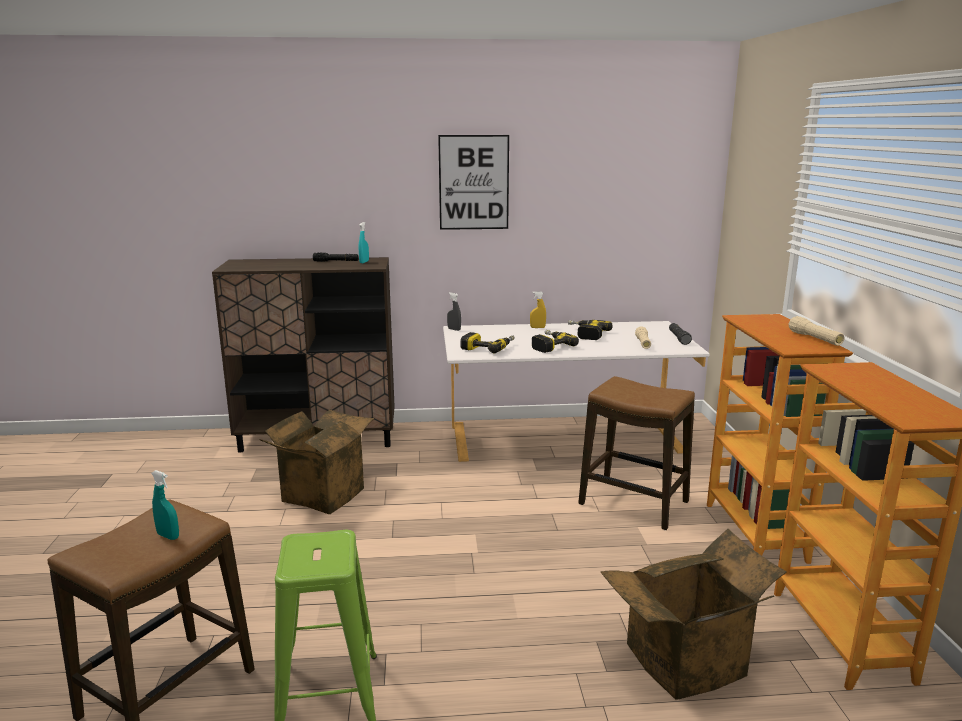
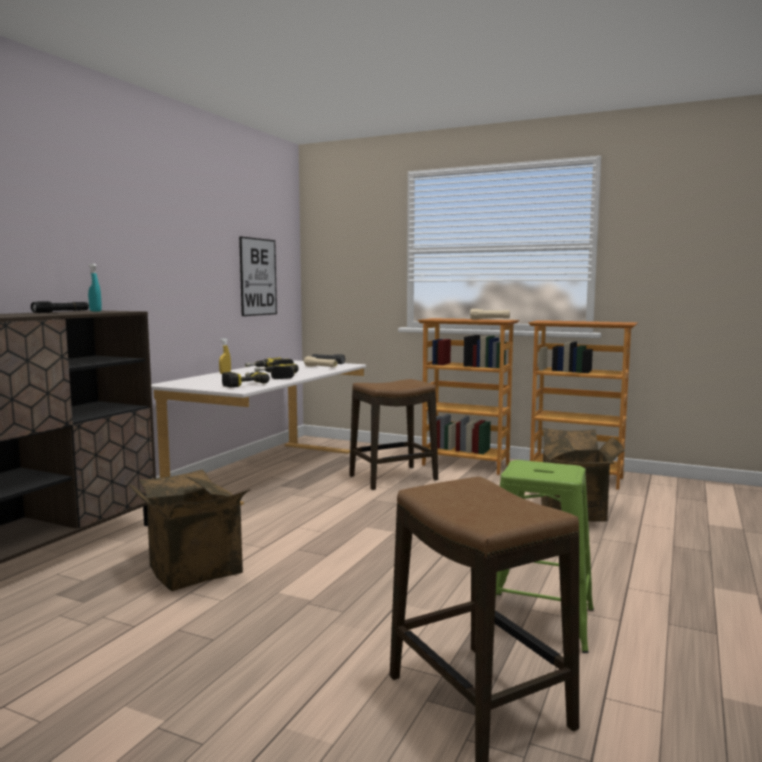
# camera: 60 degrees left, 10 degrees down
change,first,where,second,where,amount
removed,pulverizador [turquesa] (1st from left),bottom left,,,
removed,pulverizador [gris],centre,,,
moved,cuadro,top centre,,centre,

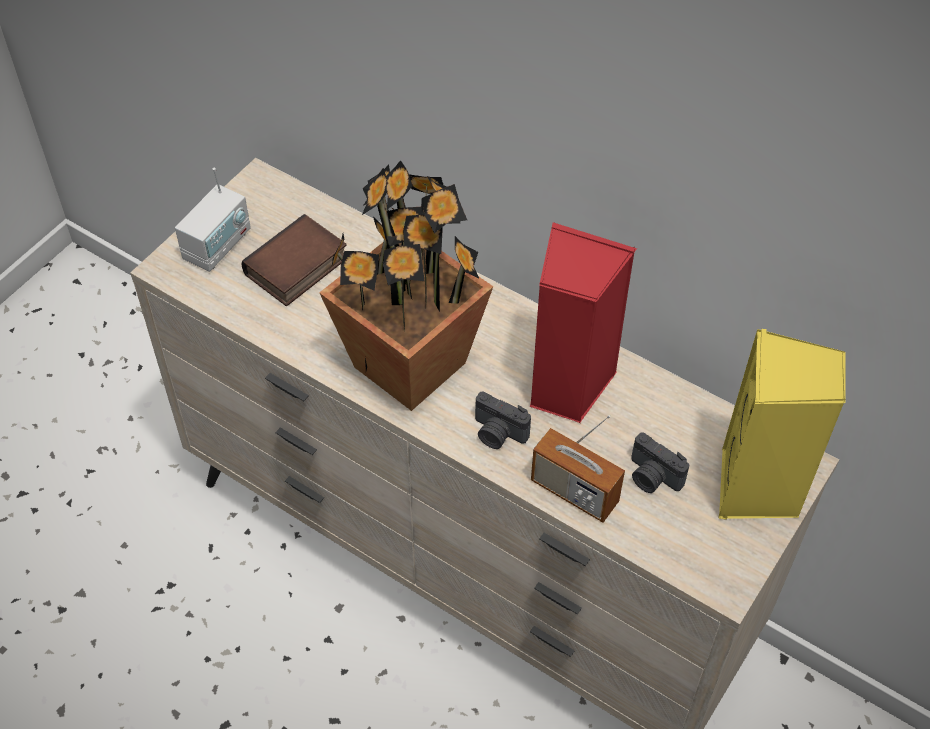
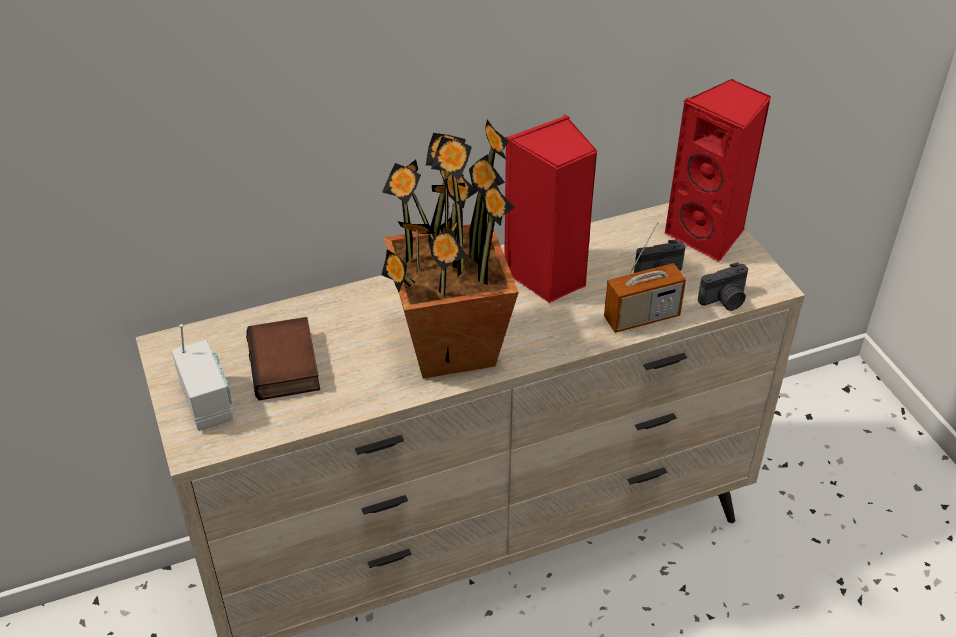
# camera: 55 degrees left, 10 degrees down
change,first,where,second,where,amount
moved,cámara (1st from left in the first image),centre,cámara (2nd from left),middle right,
recoloured,altavoz [amarillo],middle right,altavoz [rojo] (2nd from left),top right,

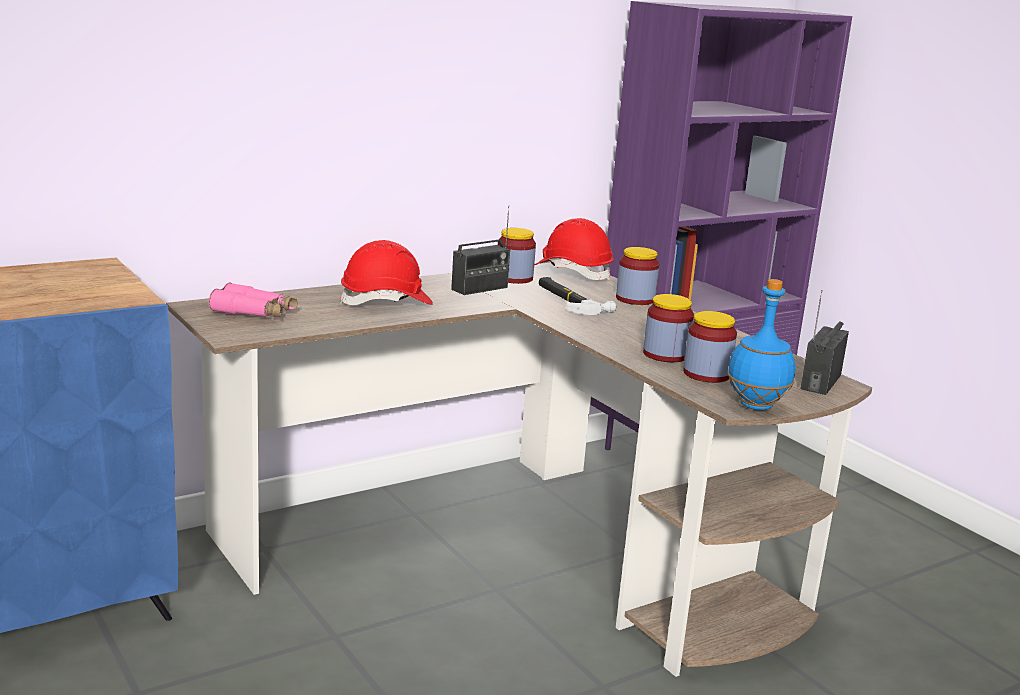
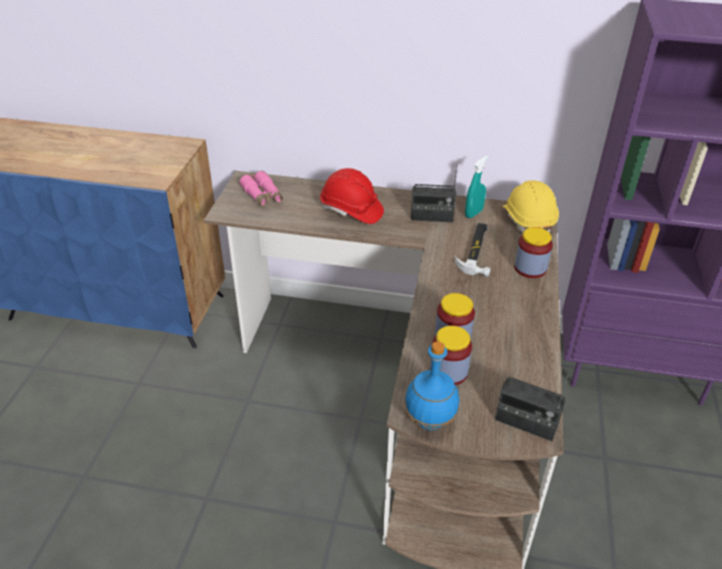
# camera: 45 degrees right, 20 degrees up
change,first,where,second,where,amount
replaced,tarro (1st from left),centre,pulverizador [turquesa],top centre,
recoloured,casco [rojo] (2nd from left),centre,casco [amarillo],middle right,
turned,radio (2nd from left),middle right,,bottom right,135 degrees counterclockwise

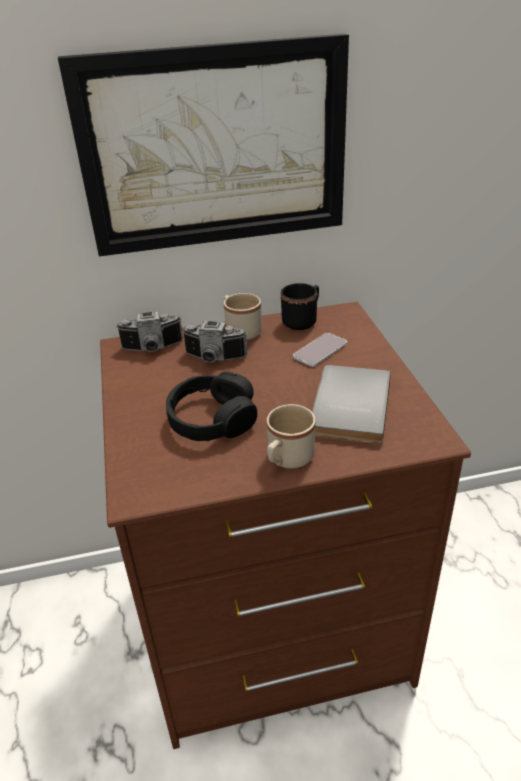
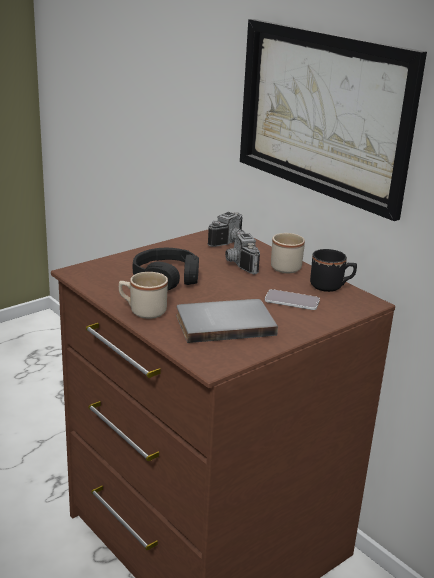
# camera: 60 degrees right, 10 degrees down
change,first,where,second,where,amount
turned,cámara (1st from left),middle left,,centre,105 degrees counterclockwise

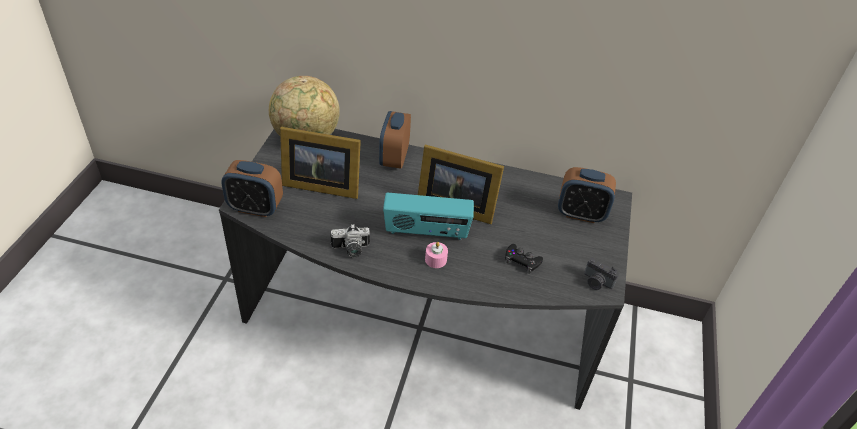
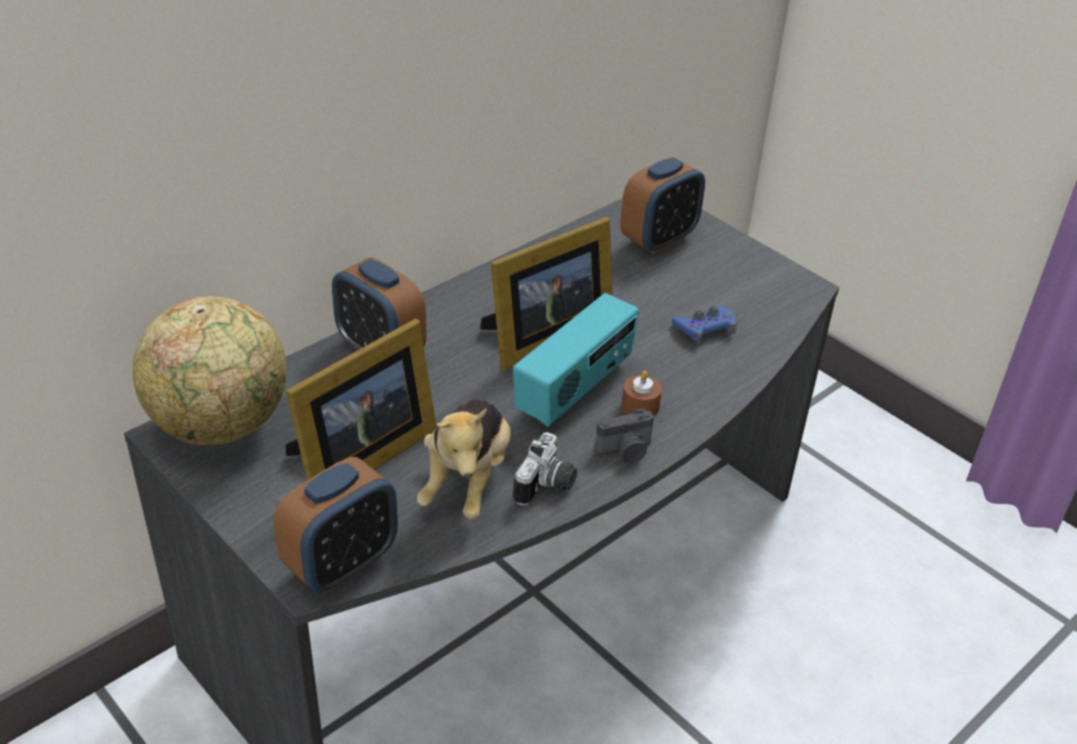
# camera: 55 degrees left, 5 degrees down
change,first,where,second,where,amount
added,,,peluche,centre,
moved,cámara (2nd from left),middle right,,centre,
recoloured,vela [rosa],centre,vela [marrón],centre,
recoloured,mando de consola [negro],centre,mando de consola [azul],centre,

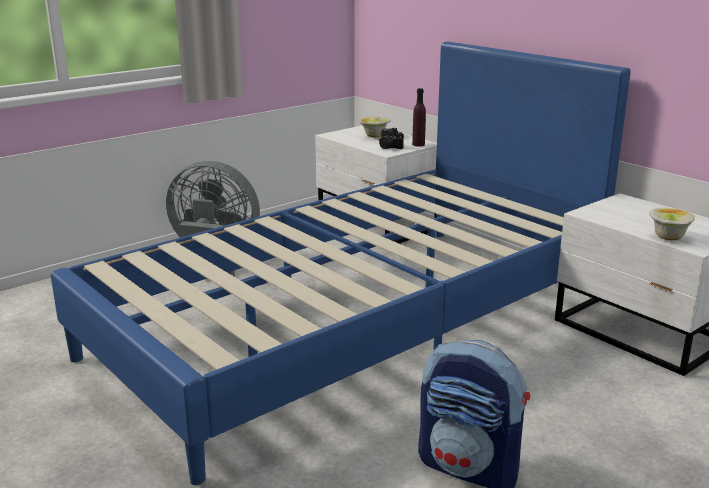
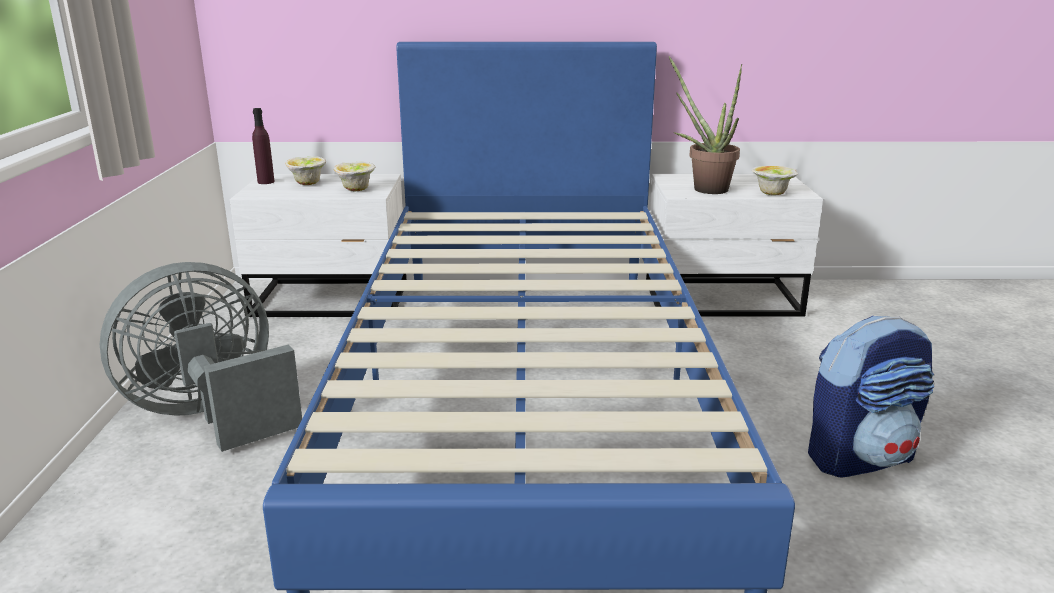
# camera: 50 degrees left, 0 degrees up
change,first,where,second,where,amount
added,,,planta en maceta,top right,
moved,botella [morado],top centre,,top left,
replaced,cámara,top centre,cuenco (2nd from left),top centre,

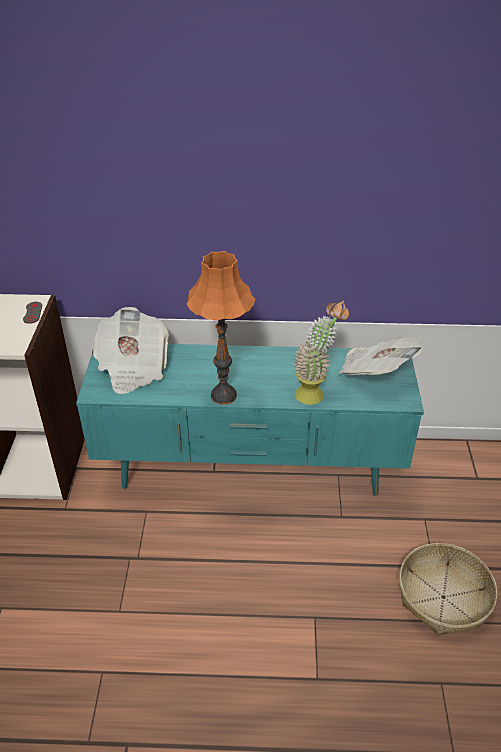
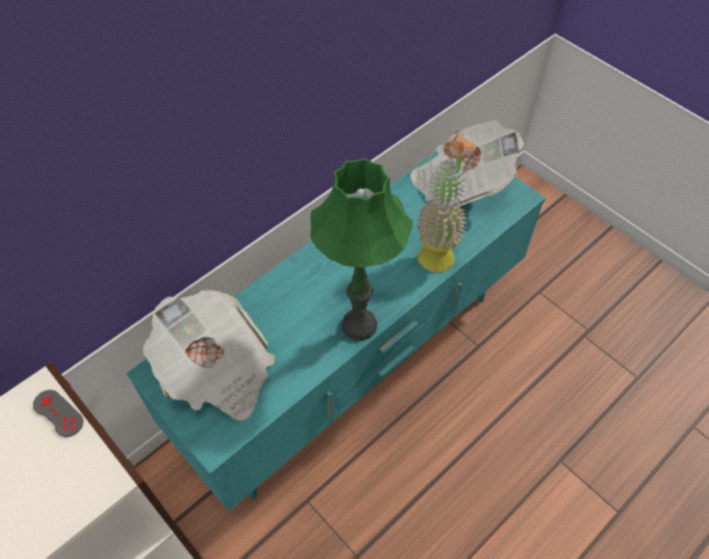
# camera: 45 degrees left, 15 degrees up
change,first,where,second,where,amount
removed,cesta,bottom right,,,
recoloured,lámpara de mesa [naranja],centre,lámpara de mesa [verde],centre,

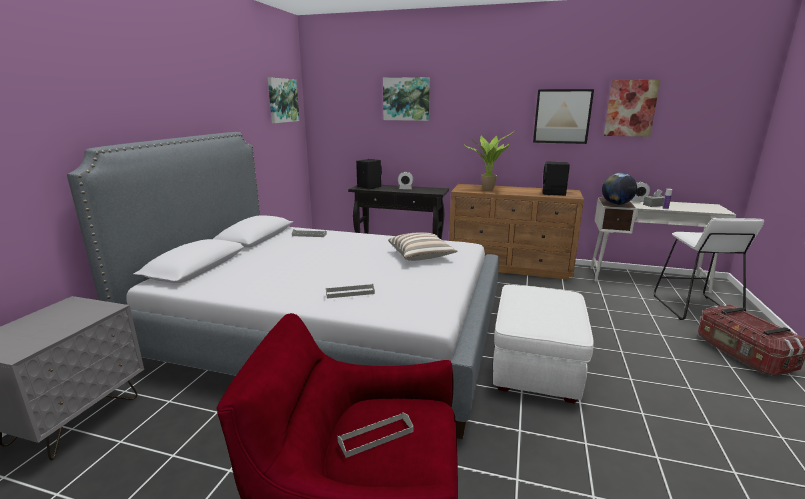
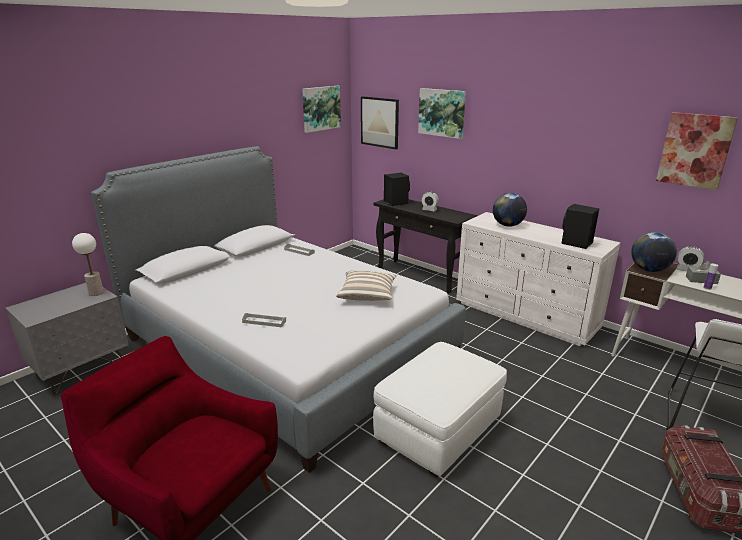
# camera: 25 degrees right, 5 degrees up
change,first,where,second,where,amount
removed,bandeja [gris] (3rd from left),bottom centre,,,
added,,,lámpara de mesa,middle left,
moved,cuadro (3rd from left in the first image),top right,cuadro (2nd from left),top centre,
replaced,planta en maceta,top centre,globo terráqueo (1st from left),middle right,
recoloured,cómoda [marrón],centre,cómoda [blanco],middle right,

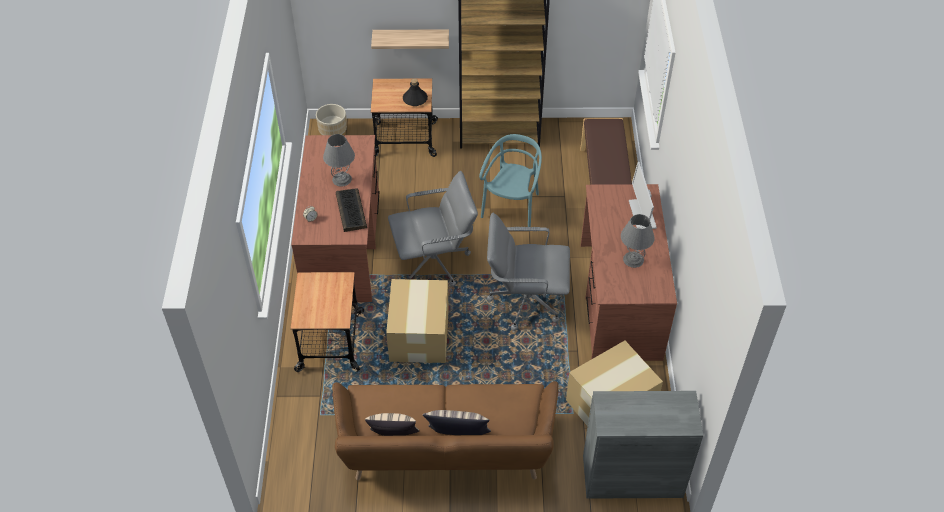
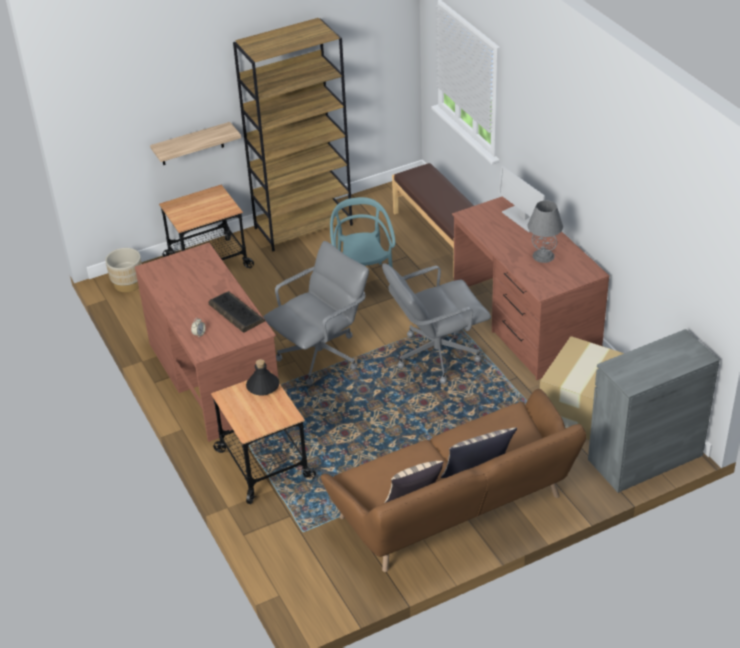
# camera: 25 degrees left, 10 degrees down
change,first,where,second,where,amount
removed,lámpara de mesa [gris] (1st from left),top centre,,,
removed,caja de cartón (1st from left),centre,,,
moved,botella [negro],top centre,,centre,

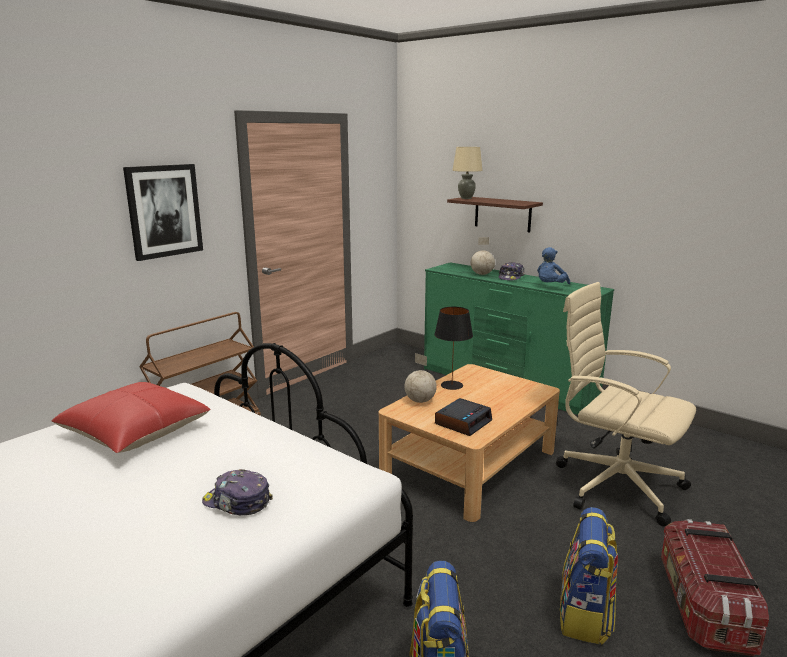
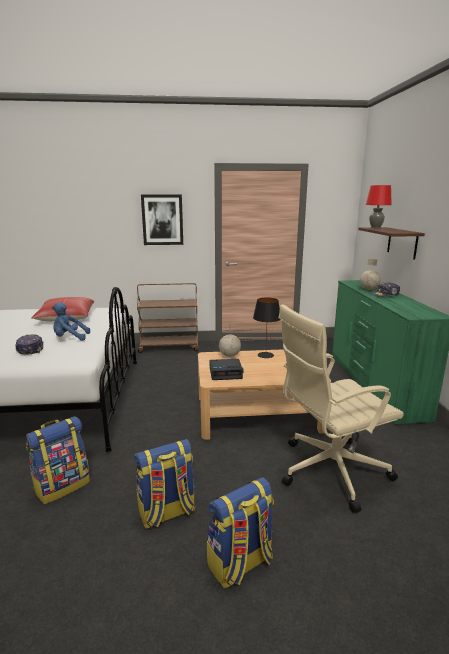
# camera: 45 degrees right, 0 degrees up
change,first,where,second,where,amount
moved,peluche [azul],middle right,,middle left,
replaced,caja de almacenaje,bottom right,mochila (3rd from left),bottom centre,
recoloured,lámpara de mesa [beis],top centre,lámpara de mesa [rojo],top right,
turned,silla de oficina [beis],middle right,,middle right,105 degrees counterclockwise

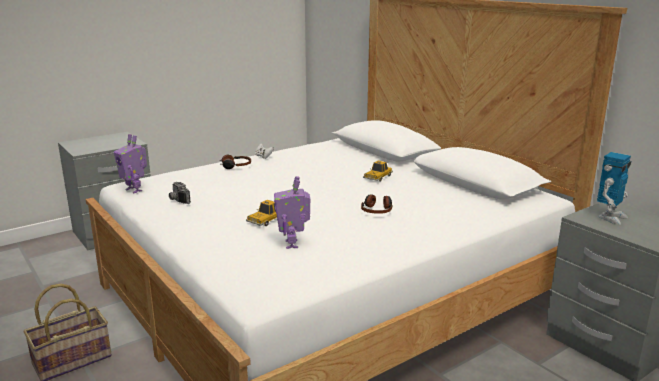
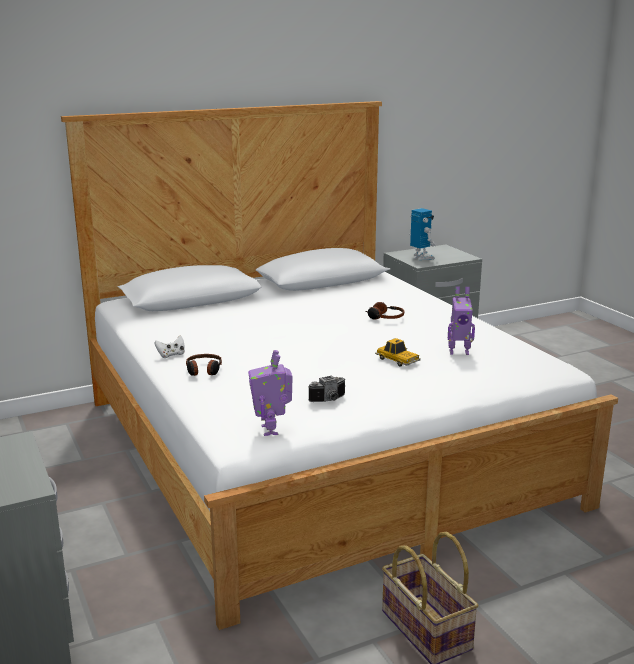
# camera: 80 degrees left, 0 degrees up
change,first,where,second,where,amount
removed,coche de juguete (2nd from left),centre,,,
turned,robot de juguete (1st from left),middle left,,centre,120 degrees clockwise

